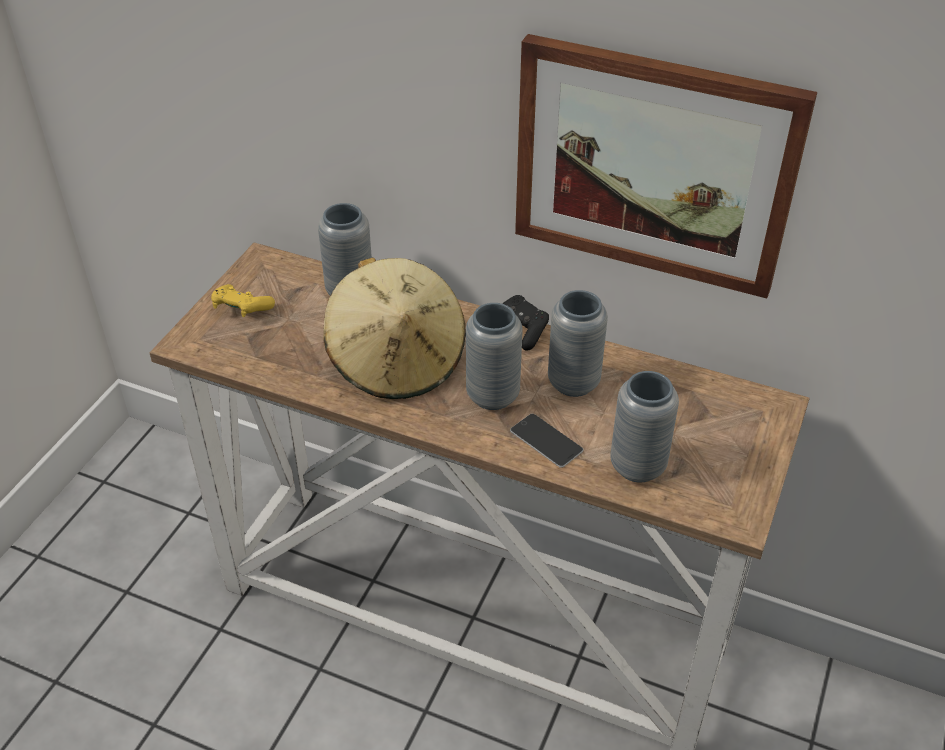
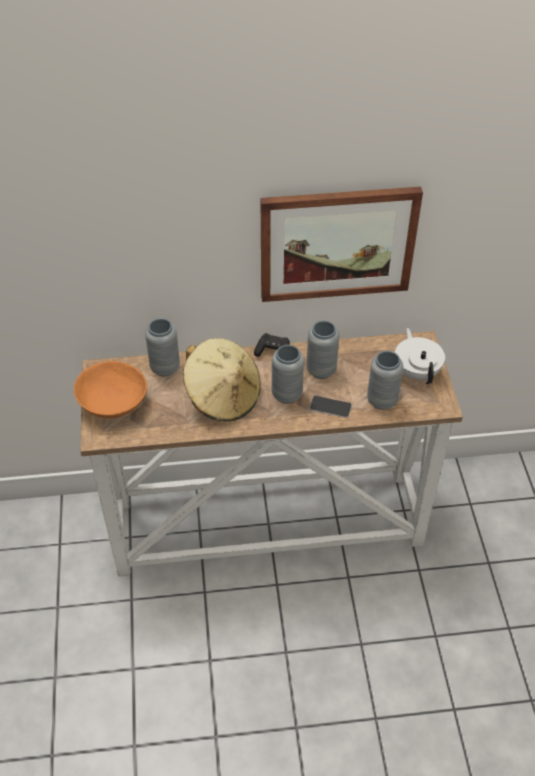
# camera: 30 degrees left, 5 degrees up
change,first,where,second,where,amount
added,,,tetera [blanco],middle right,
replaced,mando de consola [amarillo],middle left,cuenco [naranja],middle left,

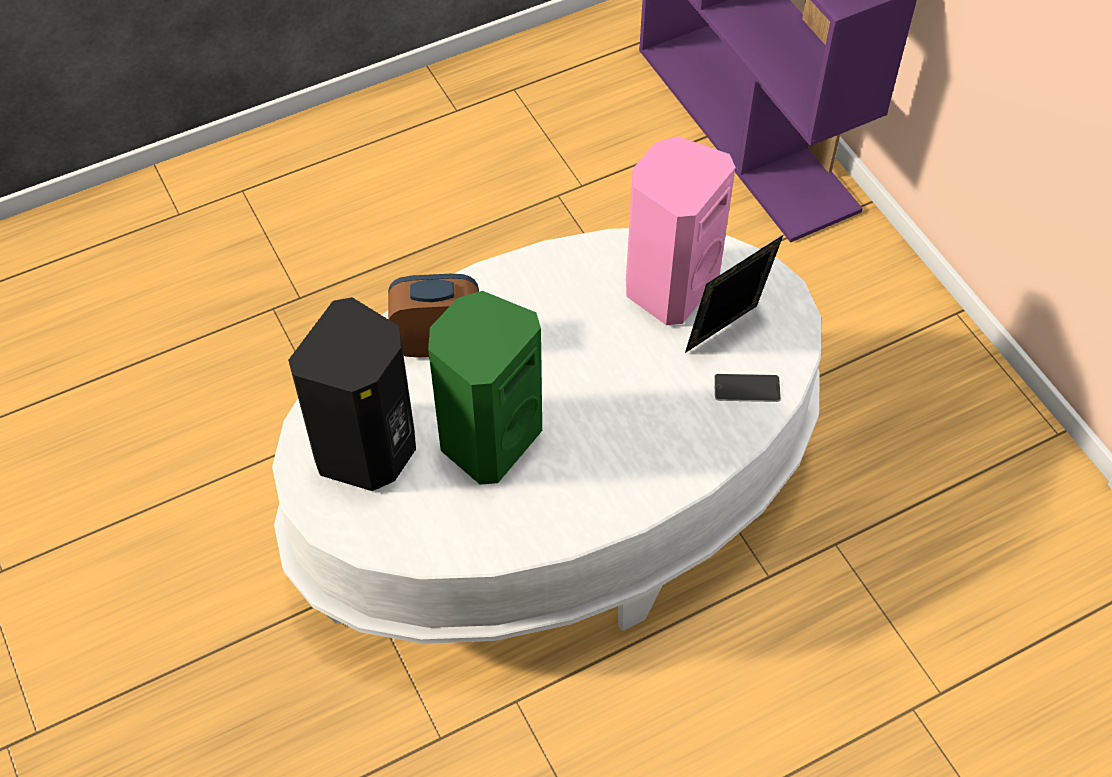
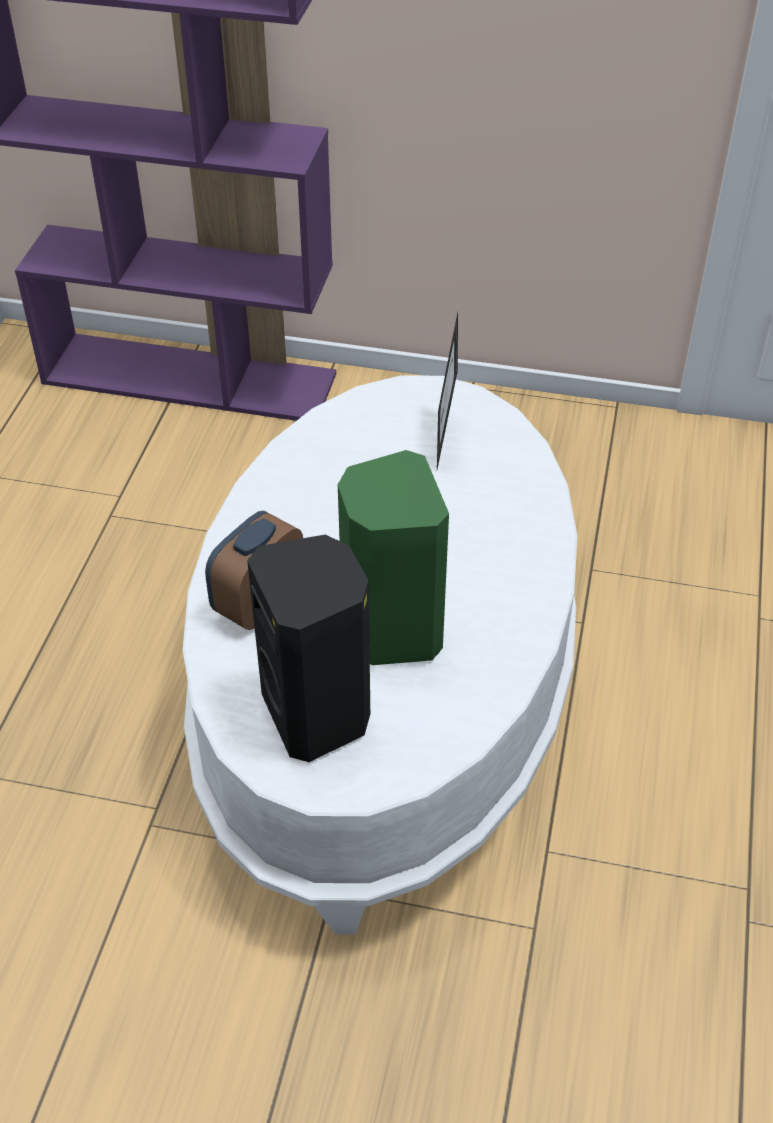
# camera: 50 degrees left, 10 degrees down
change,first,where,second,where,amount
removed,altavoz [rosa],top centre,,,
removed,móvil,middle right,,,

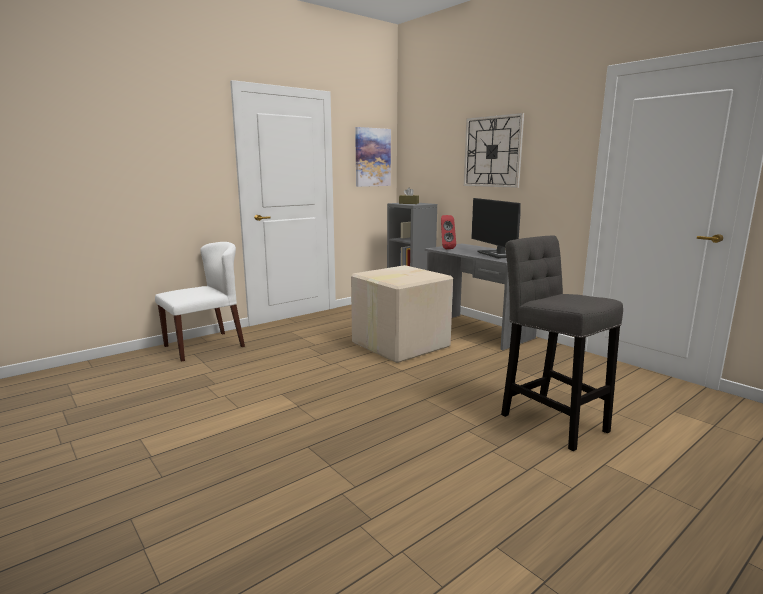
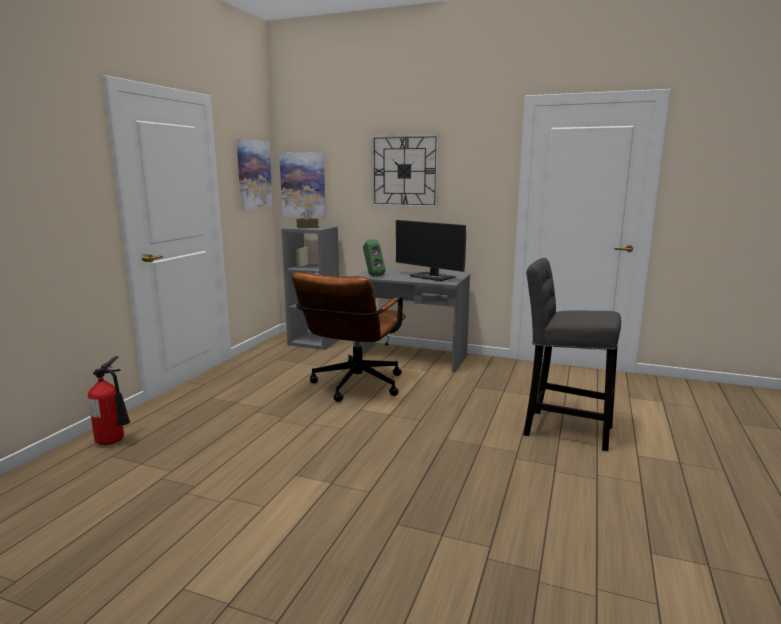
# camera: 30 degrees left, 0 degrees up
change,first,where,second,where,amount
added,,,cuadro (2nd from left),top centre,
replaced,silla [blanco],middle left,extintor,middle left,
replaced,caja de cartón,centre,silla de oficina [marrón],centre,
recoloured,altavoz [rojo],centre,altavoz [verde],centre,

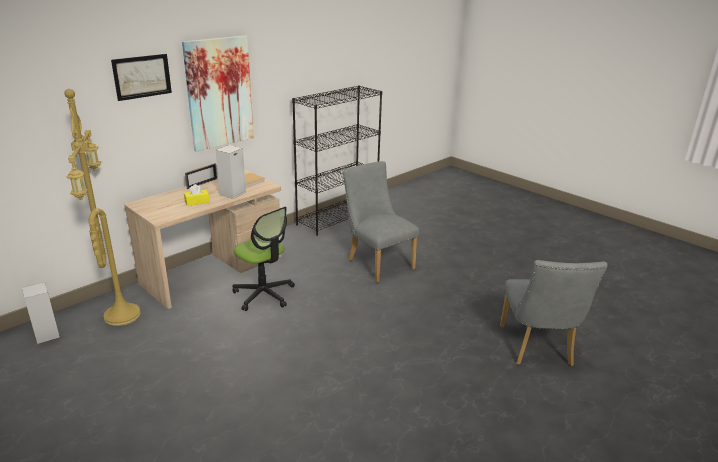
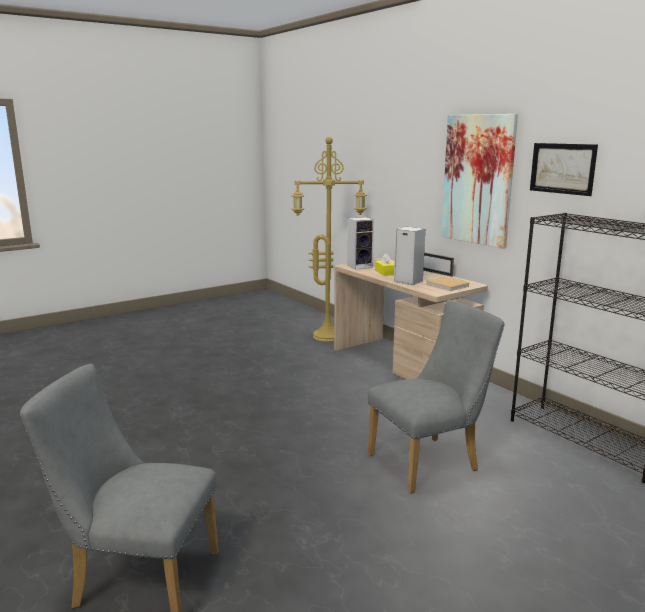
# camera: 100 degrees right, 10 degrees down
change,first,where,second,where,amount
removed,silla de oficina,centre,,,
moved,altavoz (1st from left),bottom left,,centre,
moved,cuadro (1st from left in the first image),top left,cuadro (2nd from left),top right,

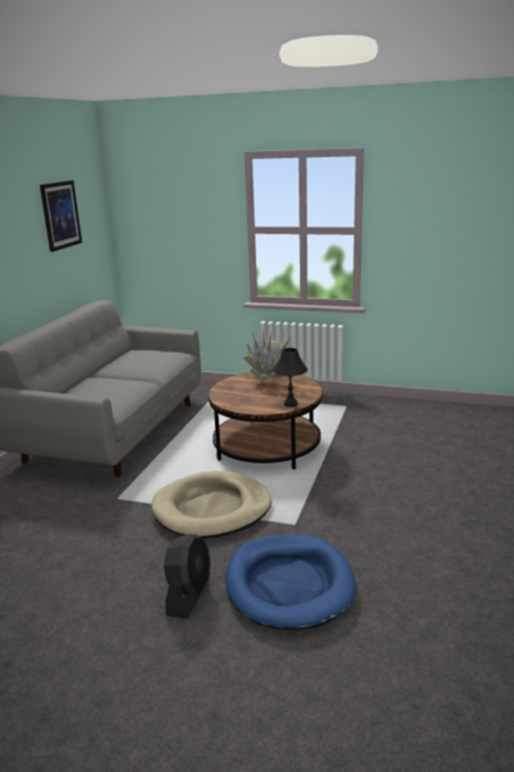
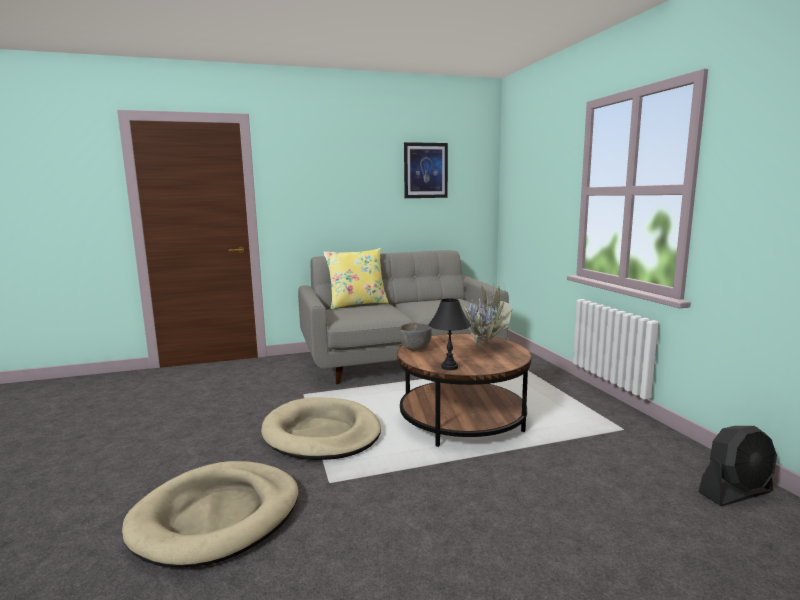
# camera: 55 degrees right, 10 degrees down
change,first,where,second,where,amount
added,,,cojín [amarillo],centre,
added,,,cuenco [gris],centre,
moved,ventilador [negro],bottom centre,,bottom right,
recoloured,cama para perro [azul],bottom centre,cama para perro [beis] (1st from left),bottom left,

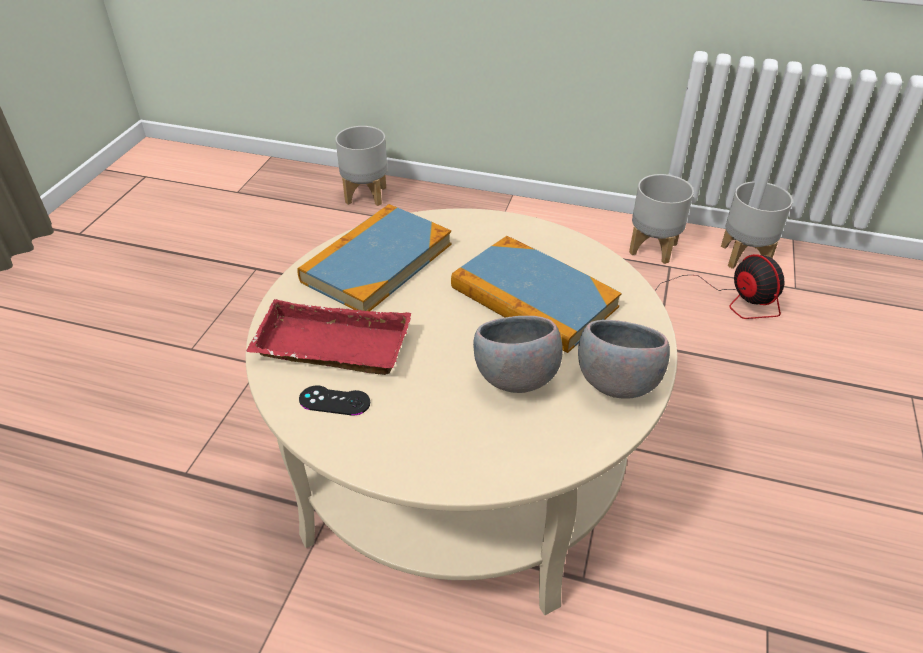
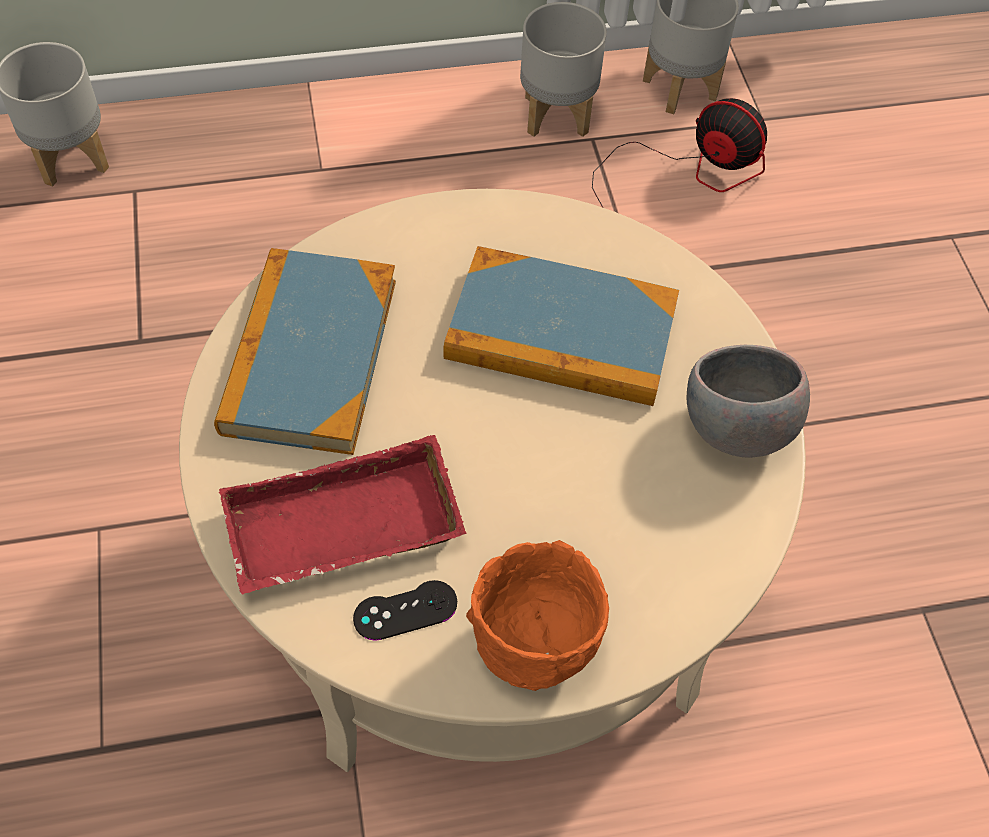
# camera: 30 degrees left, 15 degrees up
change,first,where,second,where,amount
removed,cuenco [gris] (1st from left),centre,,,
added,,,cuenco [naranja],bottom centre,

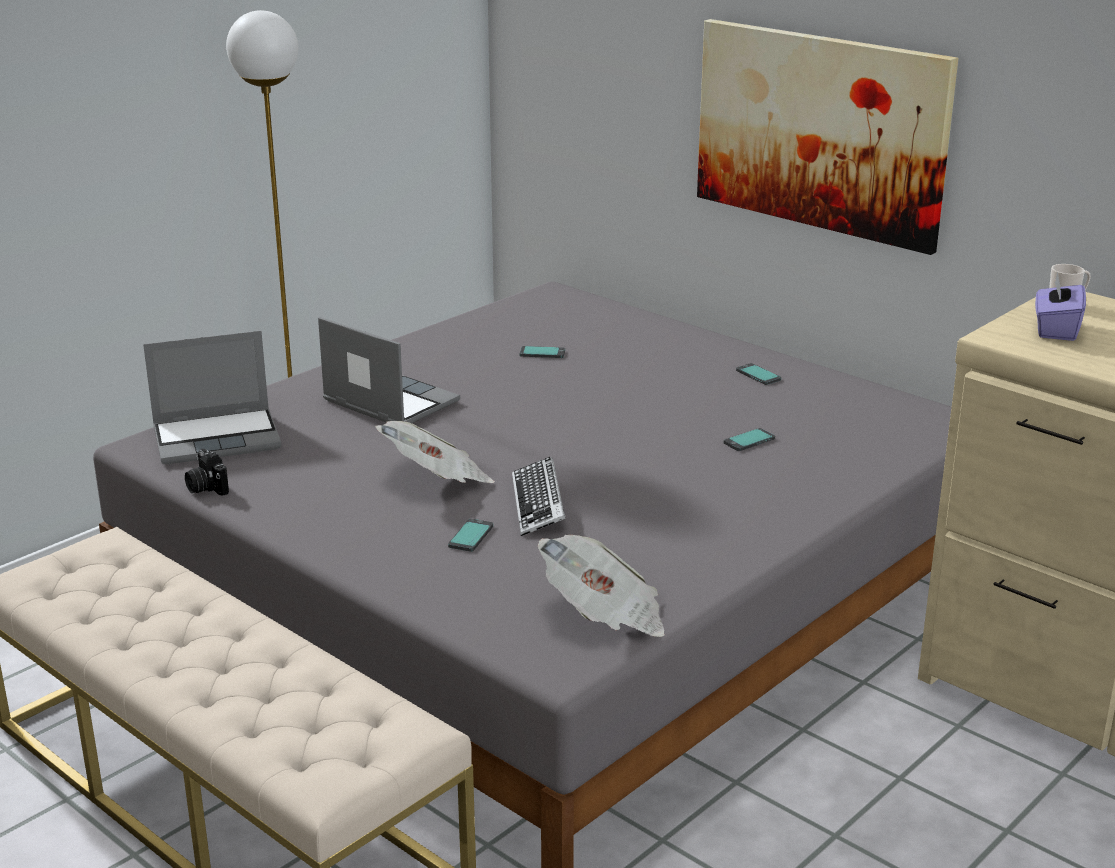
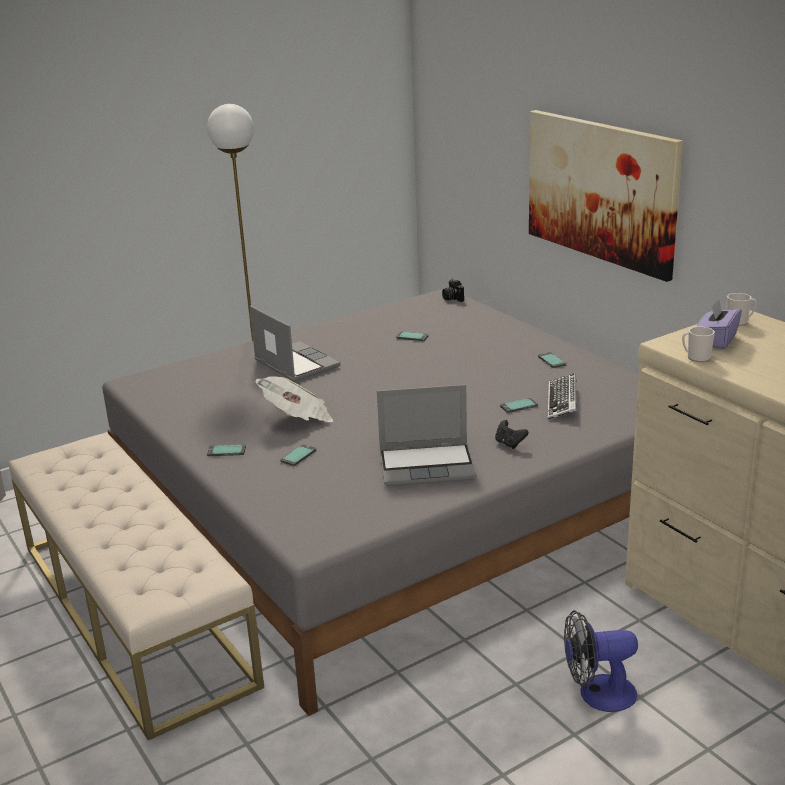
# camera: 15 degrees right, 0 degrees up
change,first,where,second,where,amount
removed,periódico (2nd from left),bottom centre,,,
added,,,móvil (1st from left),middle left,
added,,,mando de consola [negro],centre,
added,,,ventilador,bottom right,
added,,,taza grande (1st from left),middle right,
moved,portátil (1st from left in the first image),middle left,portátil (2nd from left),centre,
moved,cámara,middle left,,centre,
moved,teclado,centre,,middle right,

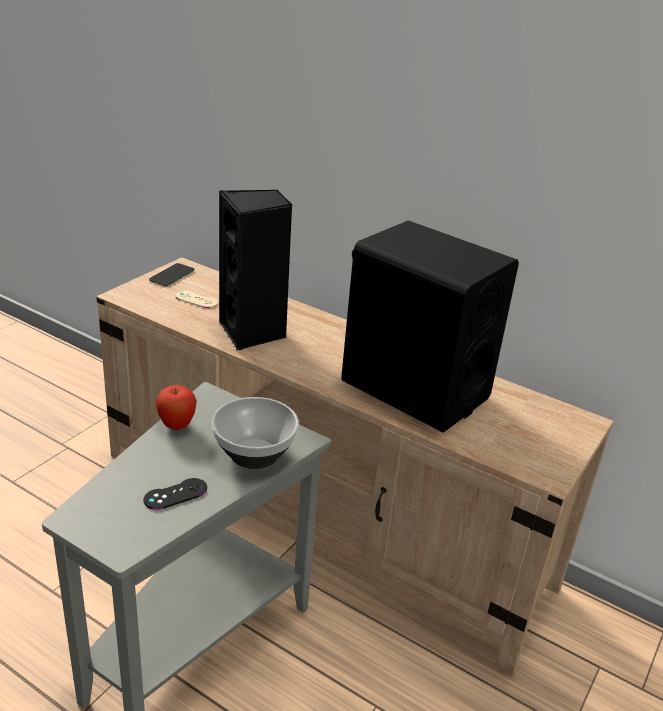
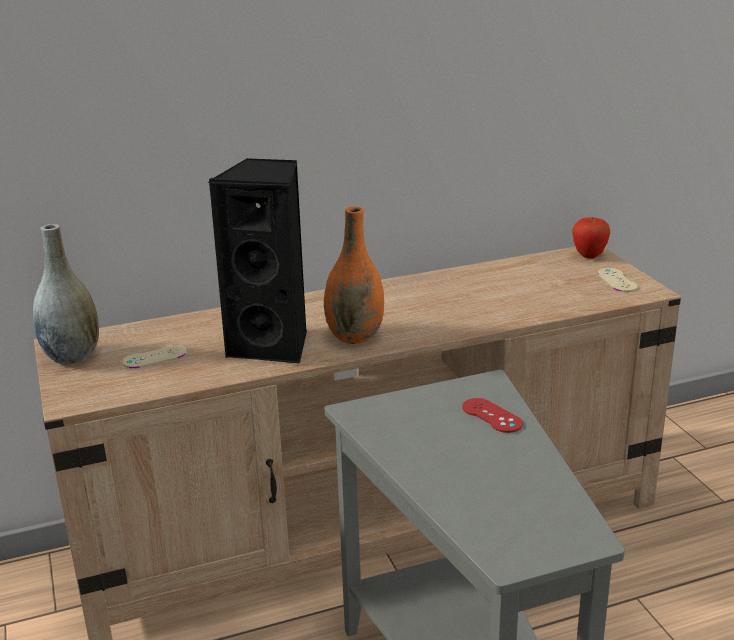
# camera: 50 degrees left, 5 degrees down
change,first,where,second,where,amount
removed,mando de consola [negro],bottom left,,,
removed,altavoz [negro] (2nd from left),centre,,,
added,,,florero [naranja],centre,
added,,,mando de consola [beis] (2nd from left),middle right,
moved,manzana,middle left,,middle right,
replaced,móvil,middle left,florero [gris],middle left,
replaced,cuenco,centre,mando de consola [rojo],middle right,

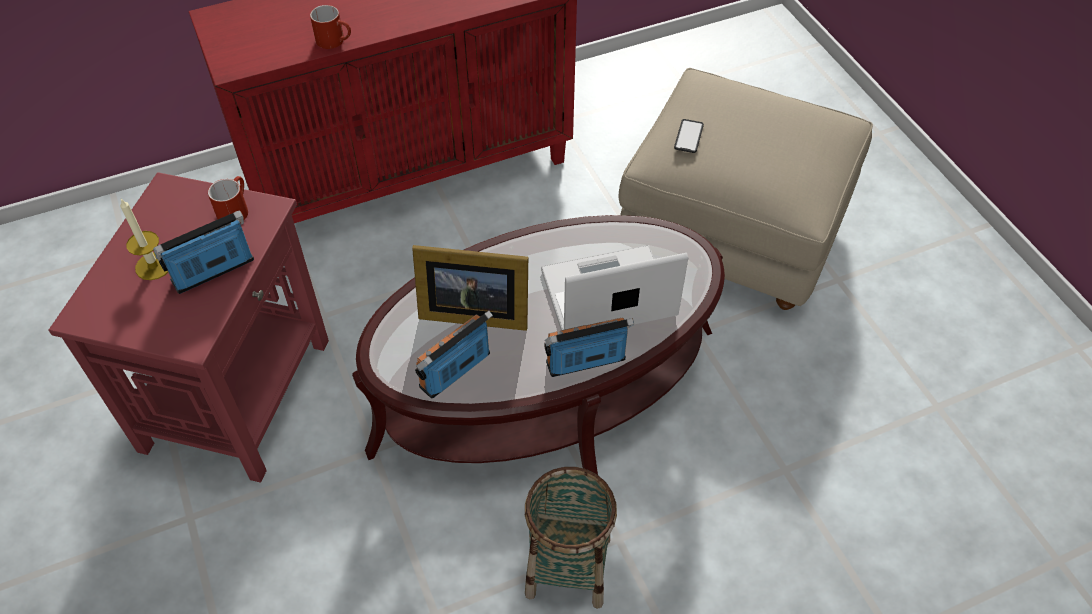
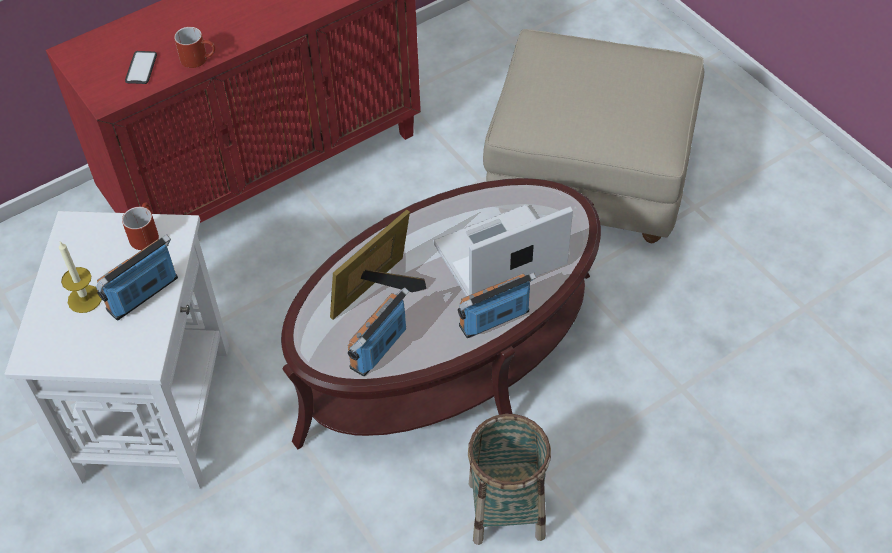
# camera: 10 degrees left, 0 degrees up
change,first,where,second,where,amount
moved,móvil,top centre,,top left,
recoloured,mesa auxiliar [rojo],middle left,mesa auxiliar [blanco],middle left,
turned,portarretratos,centre,,centre,135 degrees clockwise

